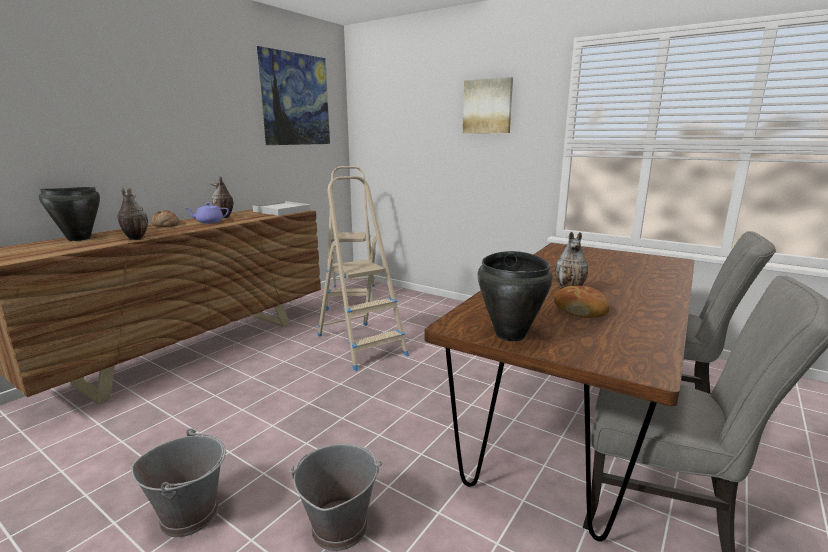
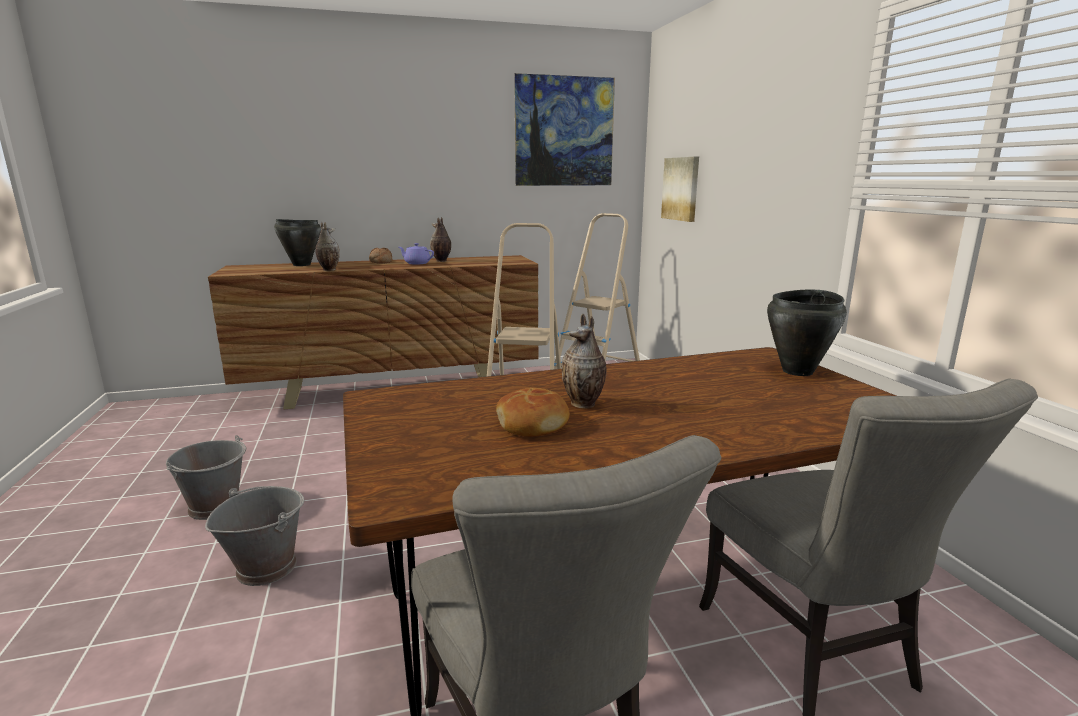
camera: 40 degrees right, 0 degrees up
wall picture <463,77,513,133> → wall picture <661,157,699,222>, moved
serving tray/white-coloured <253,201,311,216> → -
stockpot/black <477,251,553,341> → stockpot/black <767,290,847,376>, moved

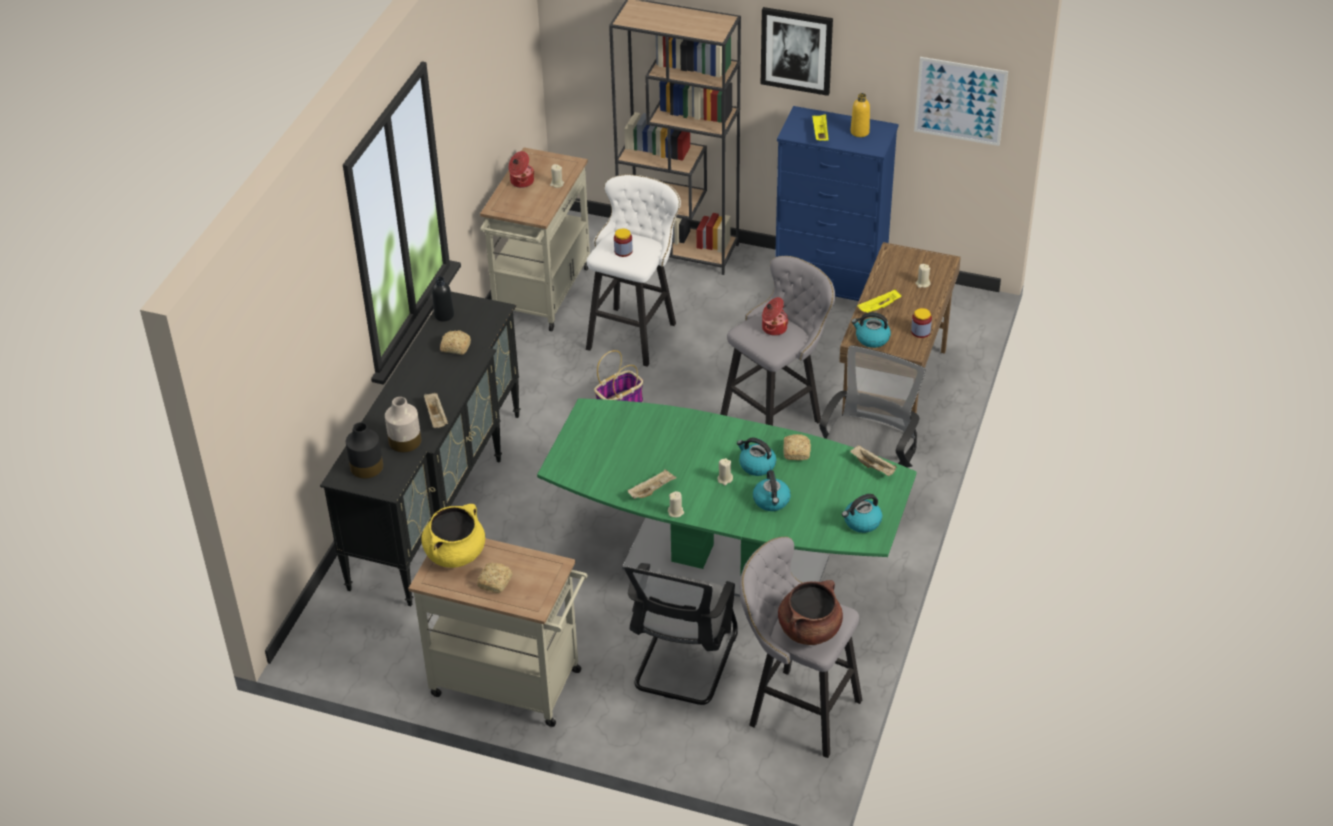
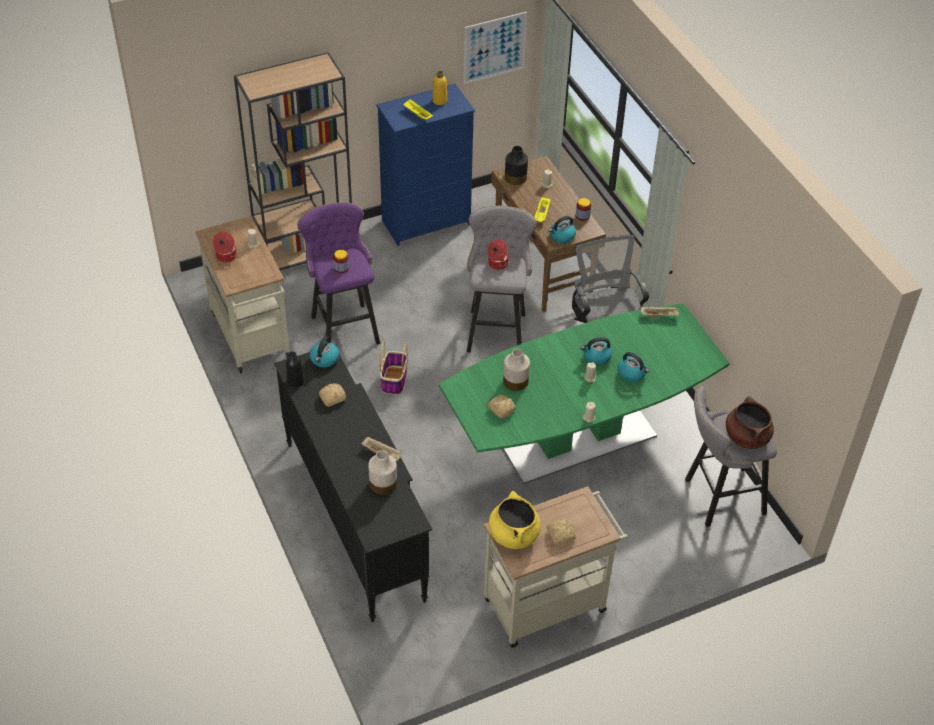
camera: 45 degrees left, 5 degrees up
wall picture <761,7,833,96> → -
sitting stool/white-coloured <586,174,681,367> → sitting stool/purple-coloured <297,202,380,345>
flower vase/black <346,422,383,479> → flower vase/black <505,146,528,185>, moved
baked bread <783,434,811,460> → baked bread <487,395,516,419>, moved
serving tray/sand-coloured <628,469,677,499> → -
water kettle <842,494,882,533> → water kettle <310,336,339,368>, moved
chair <624,563,738,705> → -
- → flower vase/sand-coloured <503,349,530,391>

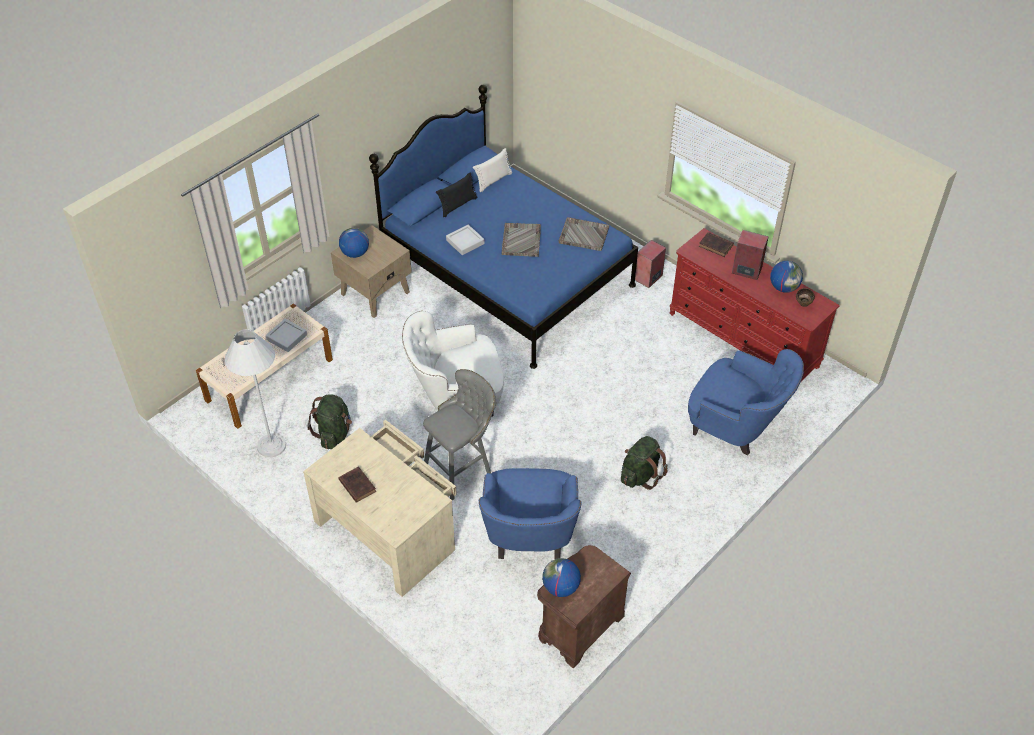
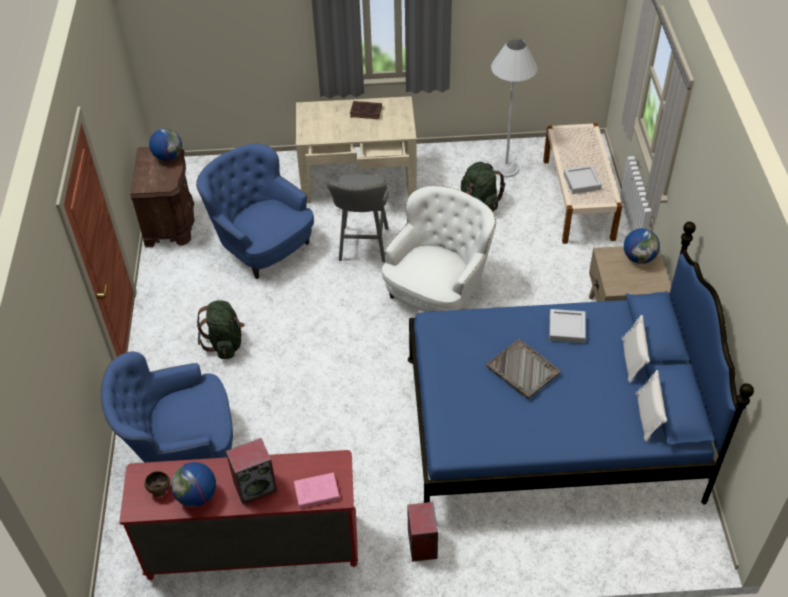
camera: 135 degrees right, 0 degrees up
pillow/black <436,172,477,217> → pillow/white-coloured <621,315,650,383>
serving tray/greyish <559,217,609,251> → -
book/brown <699,232,734,257> → book/pinkish <294,472,340,508>

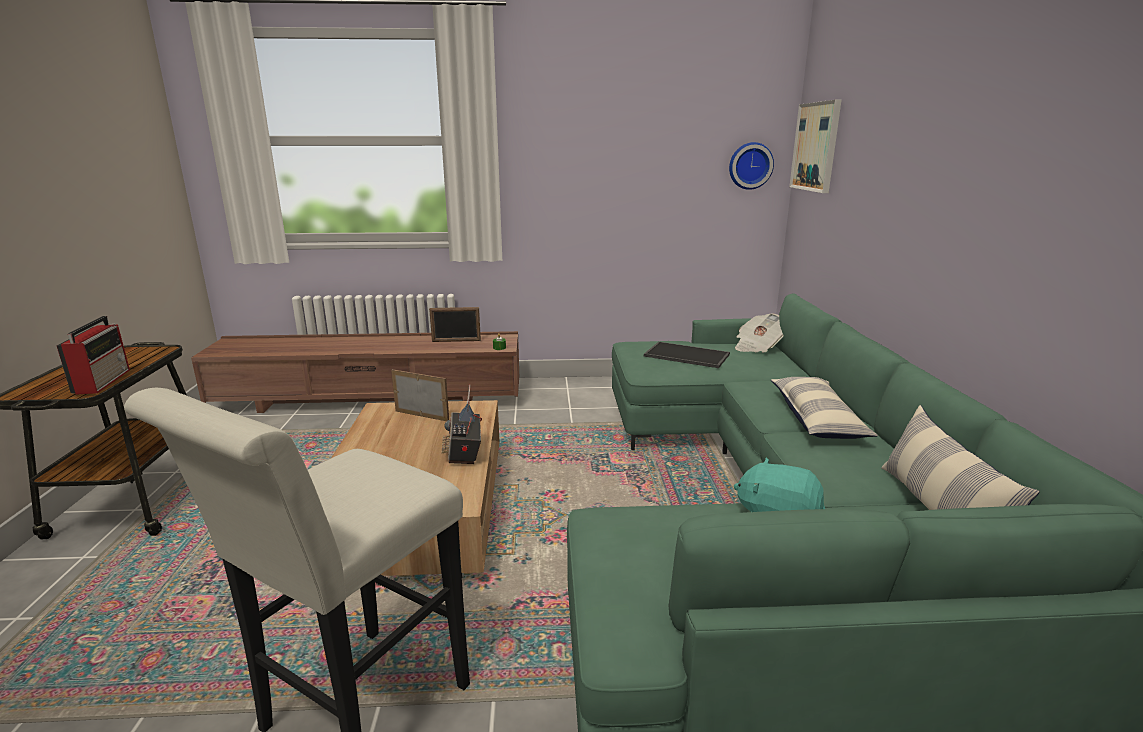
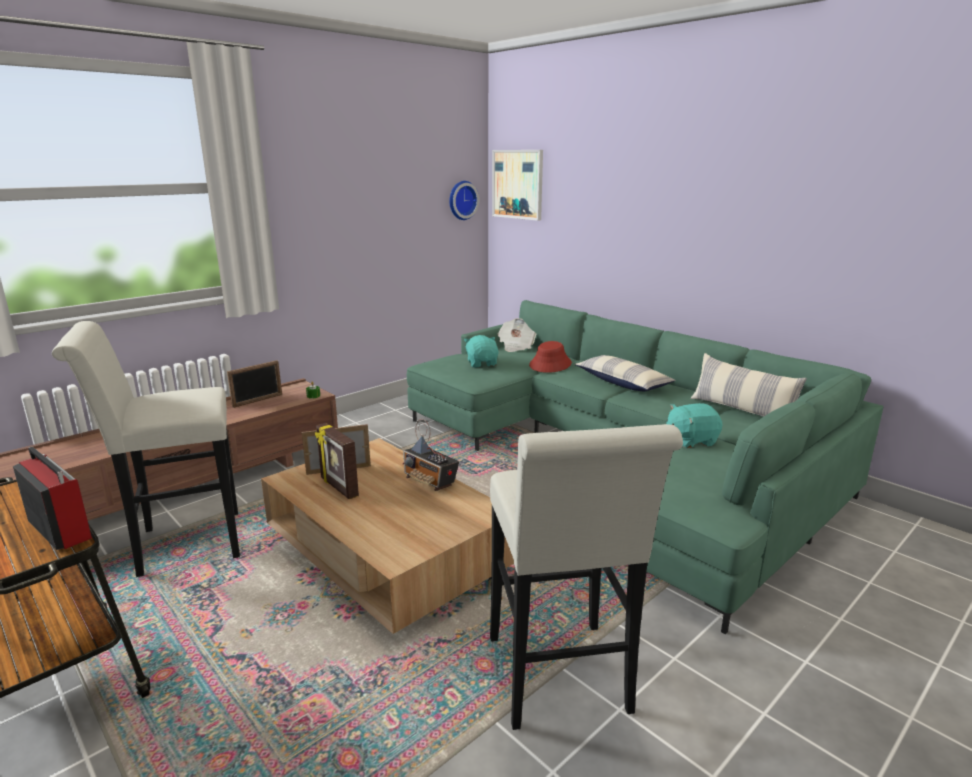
camera: 40 degrees left, 0 degrees up
serving tray <644,342,730,368> → plush toy/turquoise <464,335,499,367>
- → sitting stool/white-coloured <52,321,240,577>
- → wearable hat/reddish <529,341,572,373>
- → photo frame <315,423,359,499>

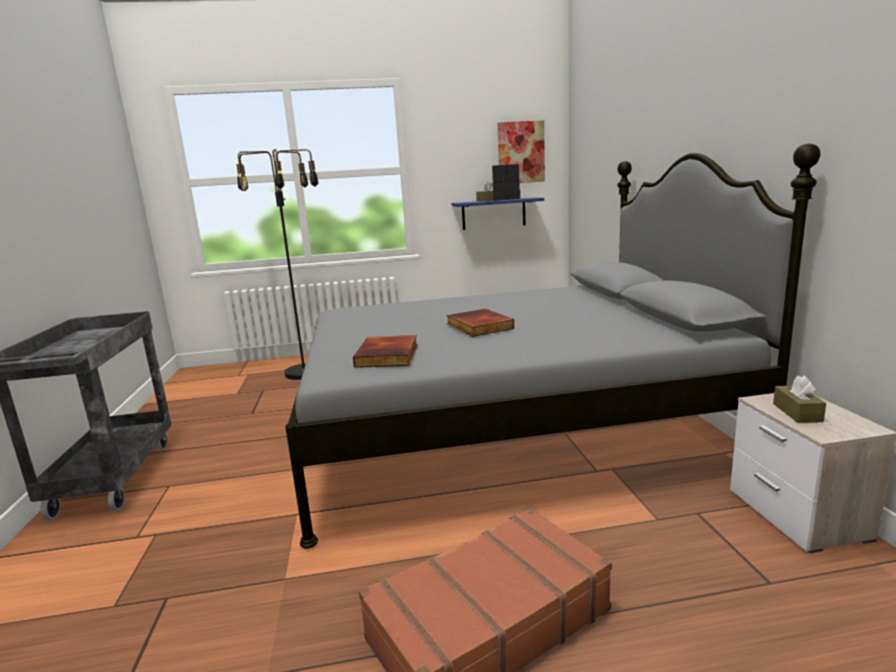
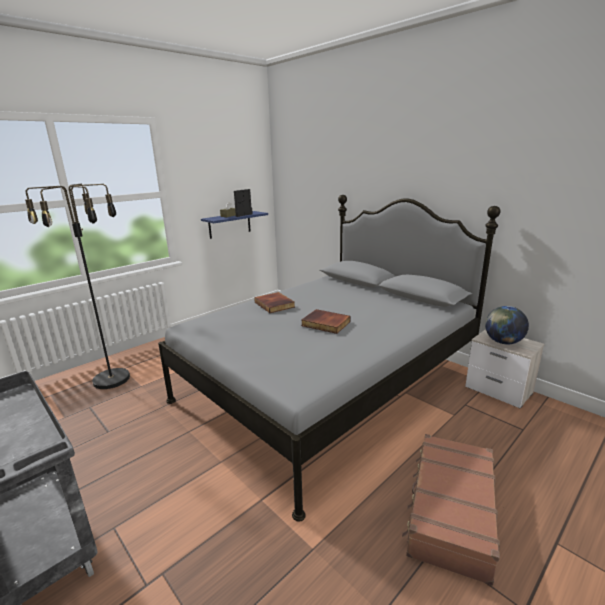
camera: 35 degrees left, 5 degrees up
wall picture <498,120,545,183> → -
book <353,335,418,368> → book <254,292,295,313>, moved
tissue box/brown <773,375,826,423> → world globe <485,306,529,344>

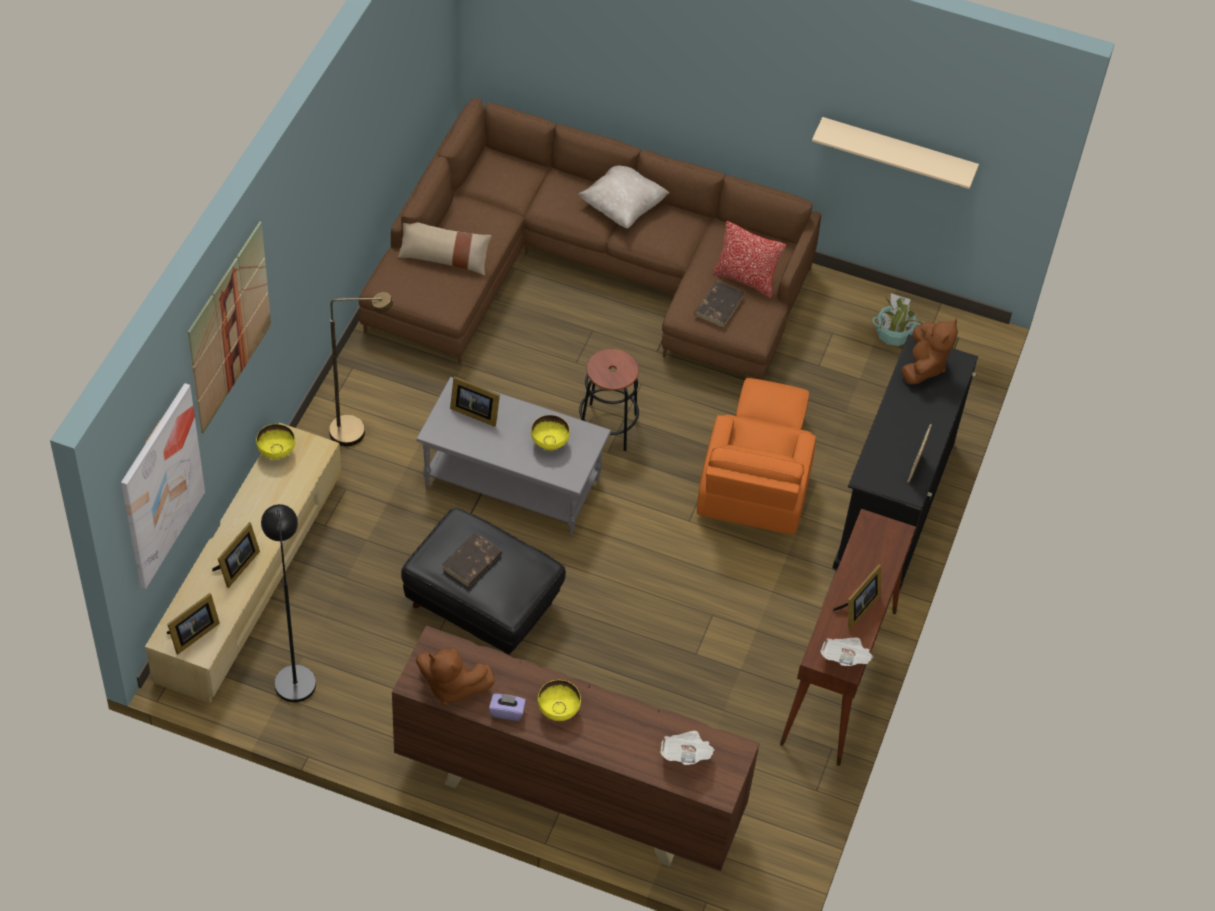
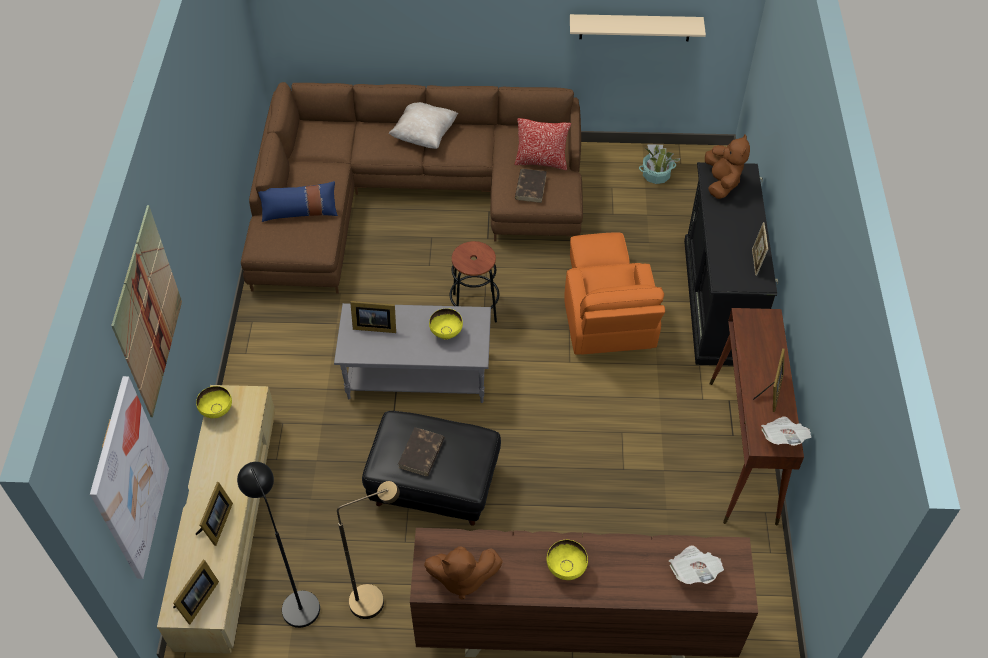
camera: 15 degrees left, 0 degrees up
pillow/sand-coloured <398,222,492,275> → pillow/blue <258,181,338,222>
floor lamp/brown <329,292,393,446> → floor lamp/brown <337,481,400,619>, moved
tissue box/purple-coloured <489,694,526,721> → -

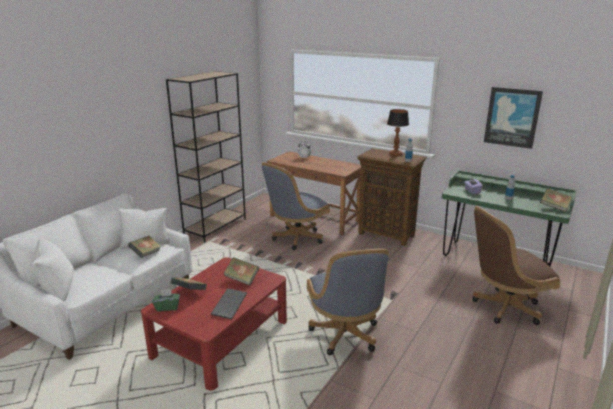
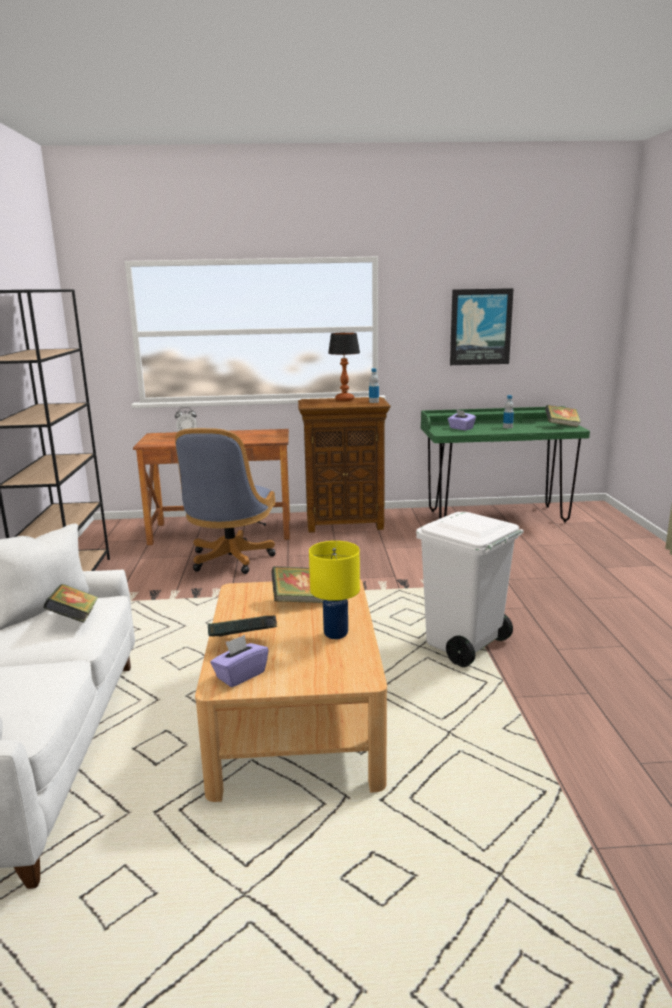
camera: 35 degrees left, 5 degrees down
desk chair/brown <472,206,560,325> → -
desk chair/blue <307,249,389,355> → waste bin/white-coloured <416,512,524,667>
coffee table/reddish <141,257,287,390> → coffee table/sand-coloured <195,579,387,802>
PC keyboard <211,288,247,319> → tabletop lamp/yellow <309,541,360,639>
tissue box/green-coloured <152,289,180,311> → tissue box/purple-coloured <210,635,269,687>

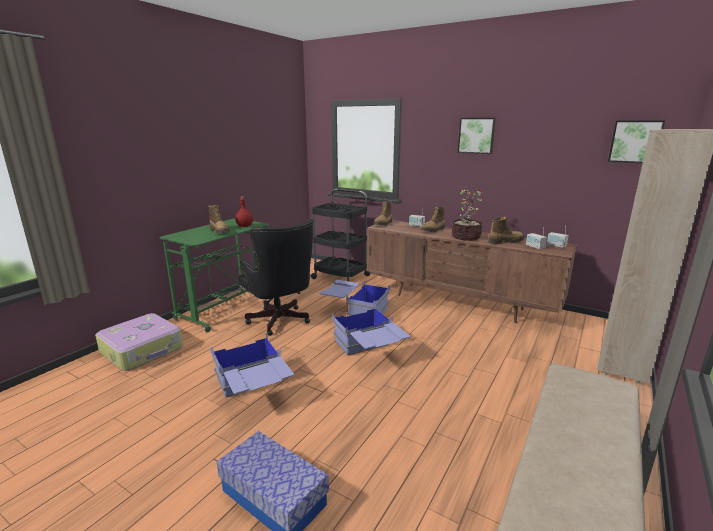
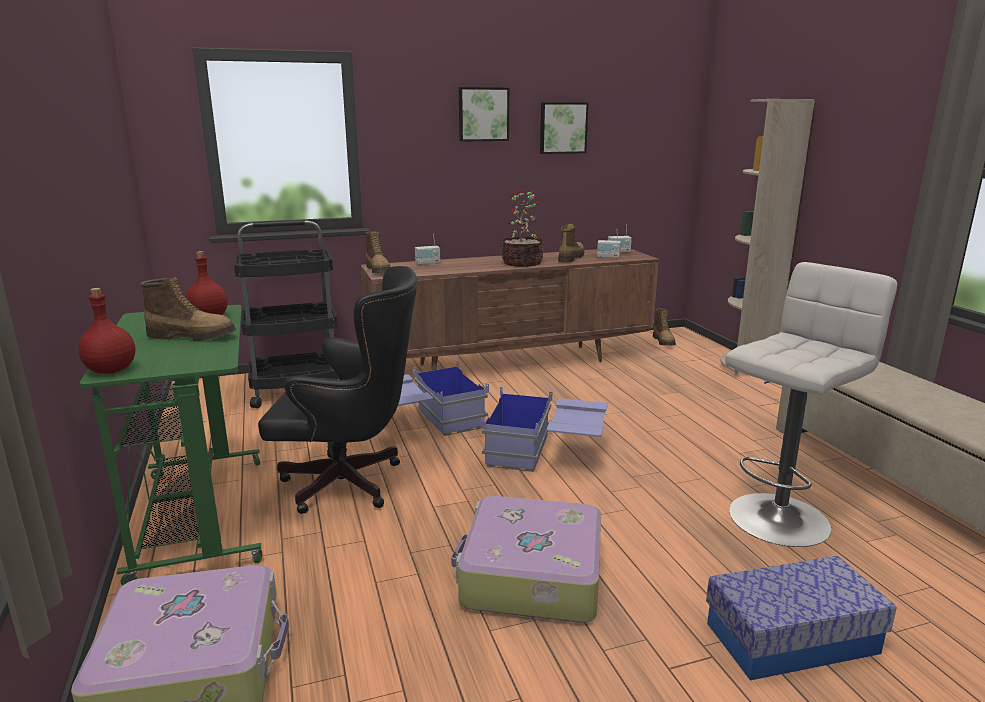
camera: 50 degrees left, 0 degrees up
wall picture <608,120,665,163> → wall picture <540,102,589,154>, moved
boot <420,207,445,232> → boot <653,309,676,346>, moved
storage container/blue <210,333,294,397> → piece of luggage <451,496,601,622>
- → sitting stool/white-coloured <725,262,897,547>
- → beverage bottle/reddish <78,288,135,374>

